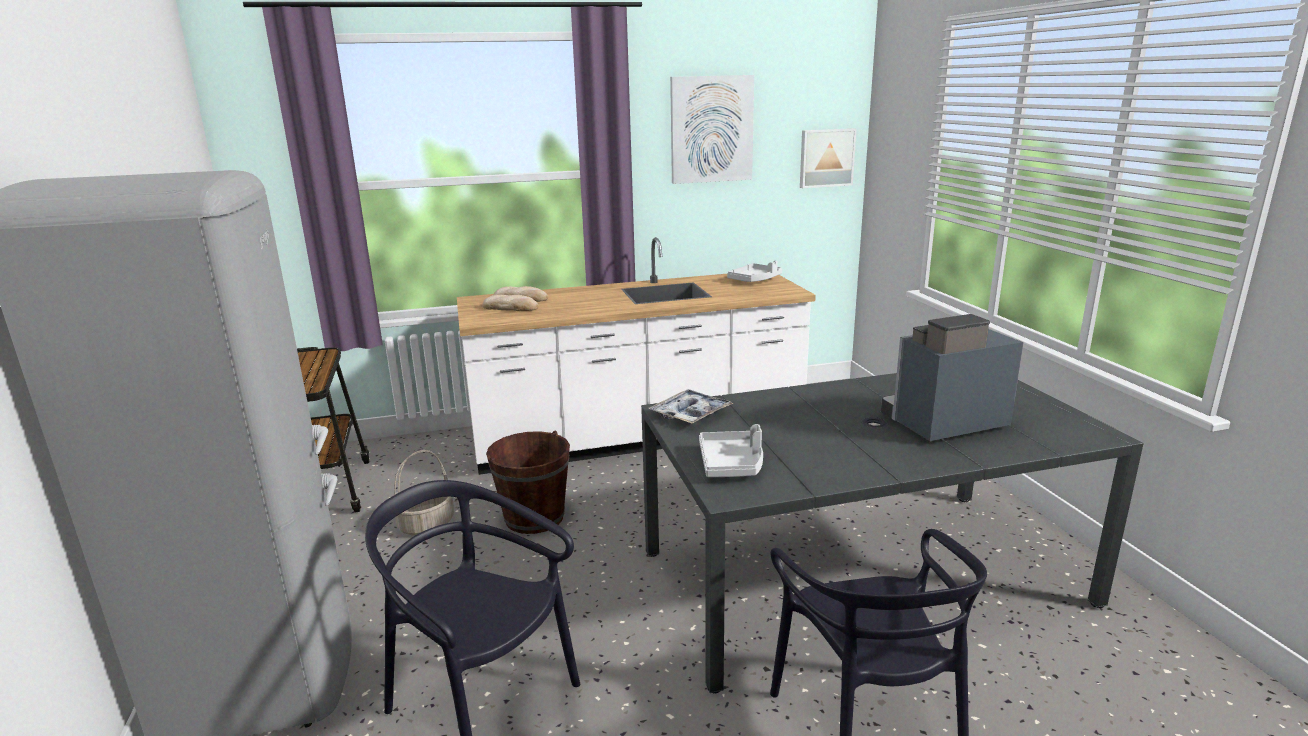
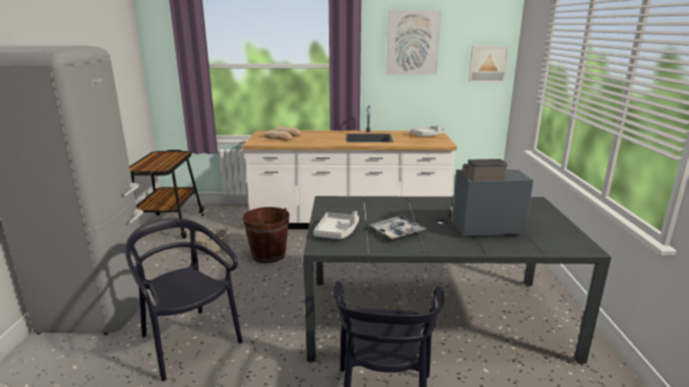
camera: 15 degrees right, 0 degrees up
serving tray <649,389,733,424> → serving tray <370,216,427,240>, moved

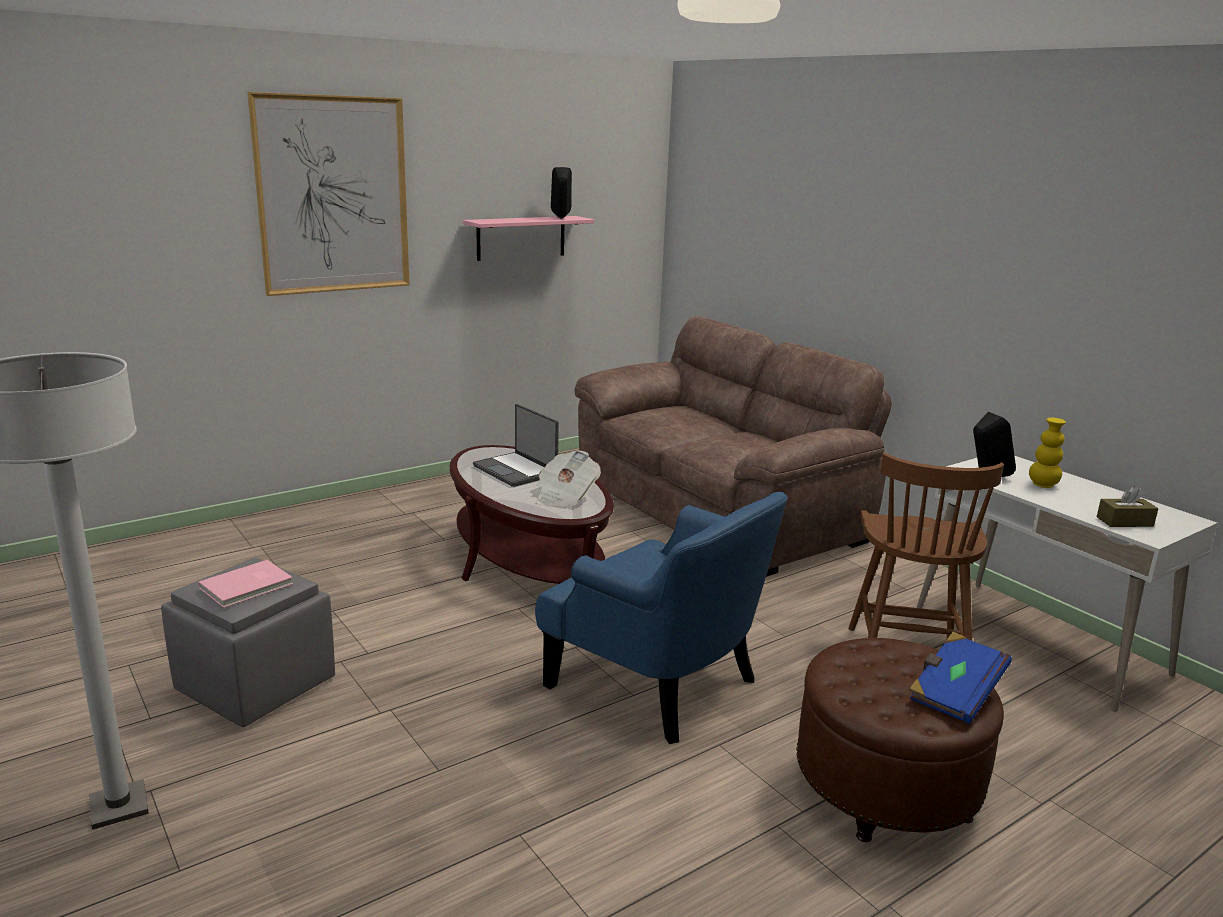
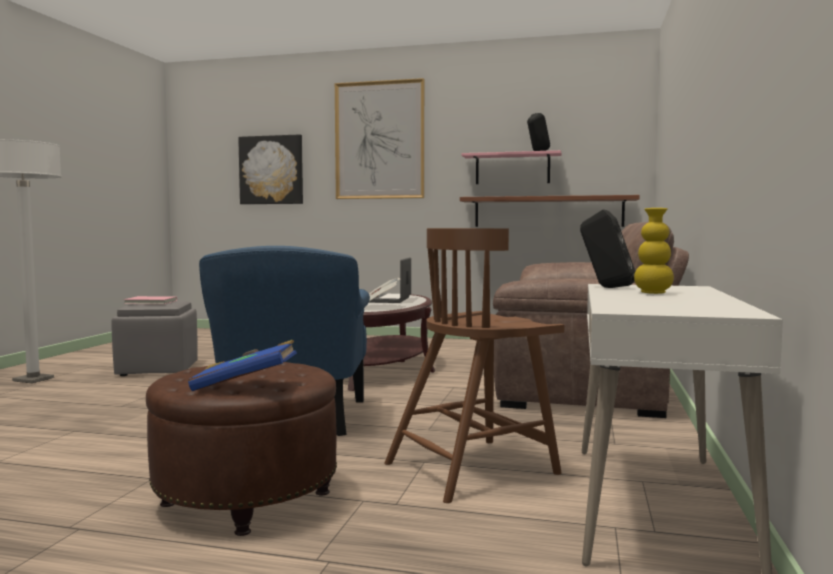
camera: 50 degrees right, 15 degrees down
tissue box/brown <1097,486,1158,527> → -
- → wall picture <238,134,303,204>
- → bracket shelf <460,195,640,227>

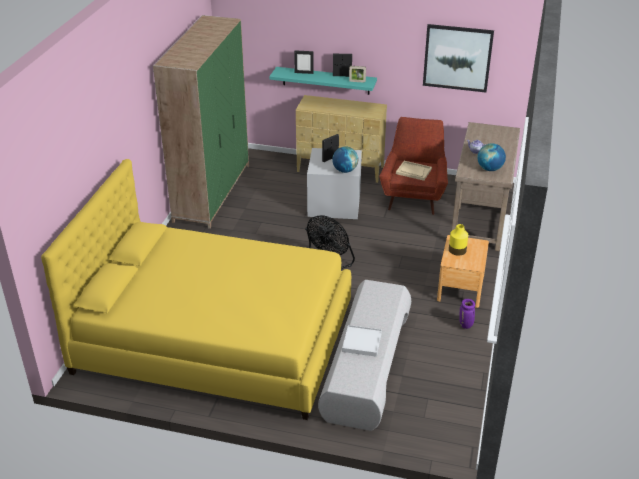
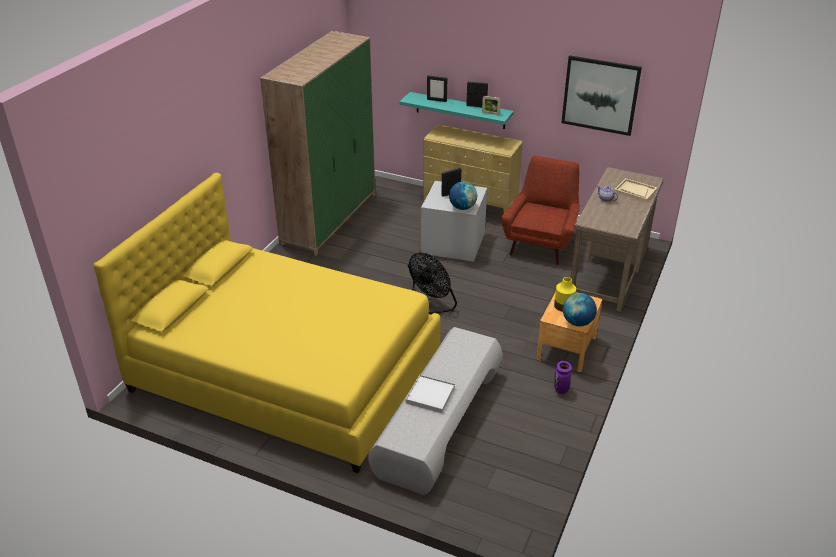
camera: 10 degrees right, 0 degrees up
world globe <477,143,506,171> → world globe <563,293,597,327>, moved
serving tray/sand-coloured <396,161,432,181> → serving tray/sand-coloured <614,178,657,202>, moved

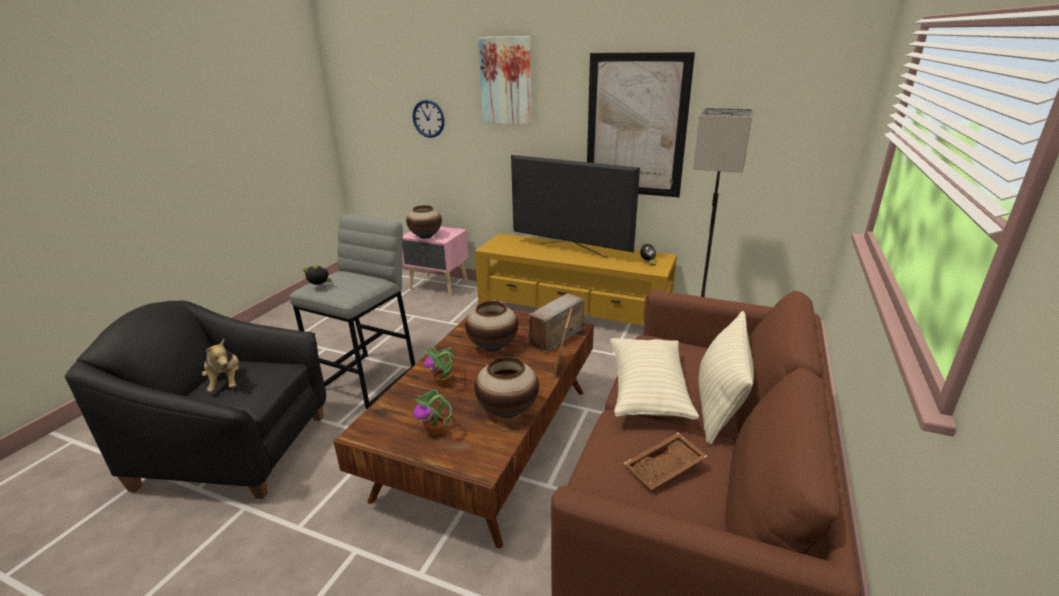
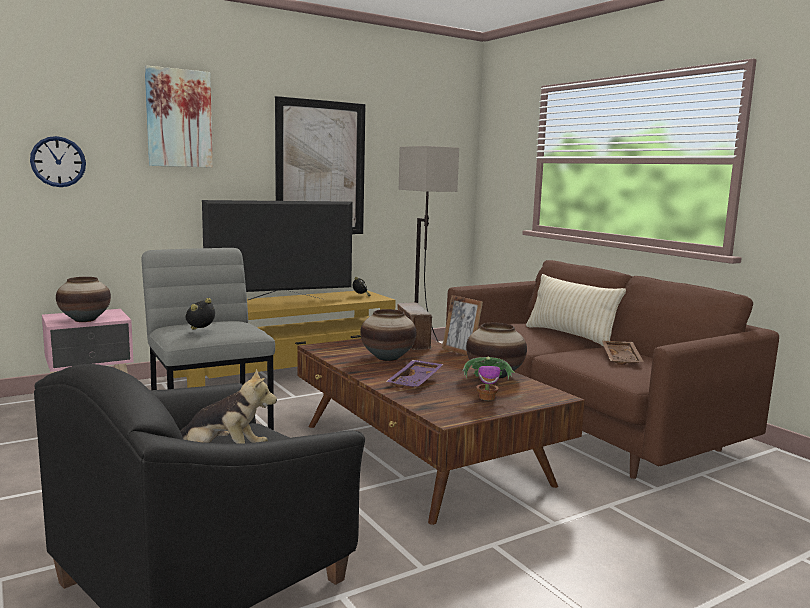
camera: 55 degrees left, 15 degrees down
pillow/sand-coloured <610,338,699,420> → -
potted plant <424,347,454,386> → serving tray/purple-coloured <386,360,443,388>

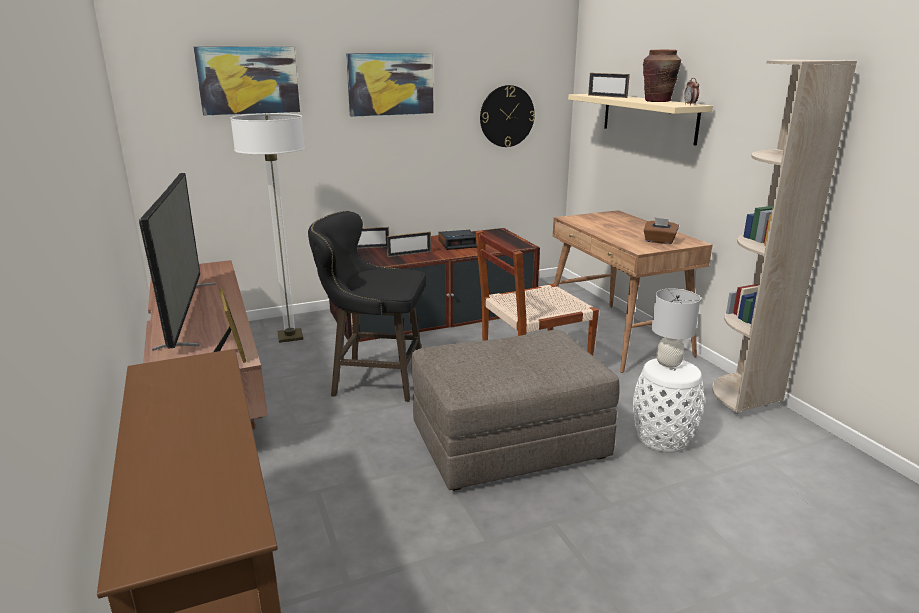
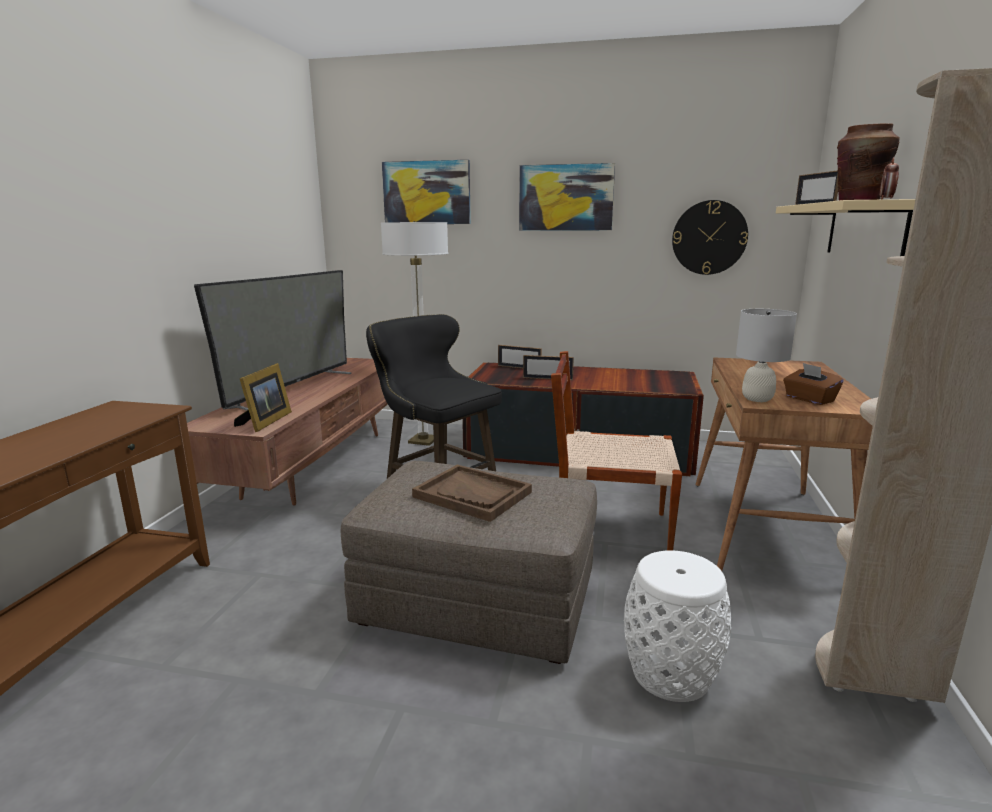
camera: 35 degrees right, 5 degrees down
bedside clock <438,230,477,250> → -
tabletop lamp/greyish <652,289,701,368> → tabletop lamp/greyish <736,309,797,402>, moved
- → serving tray/brown <412,465,532,522>

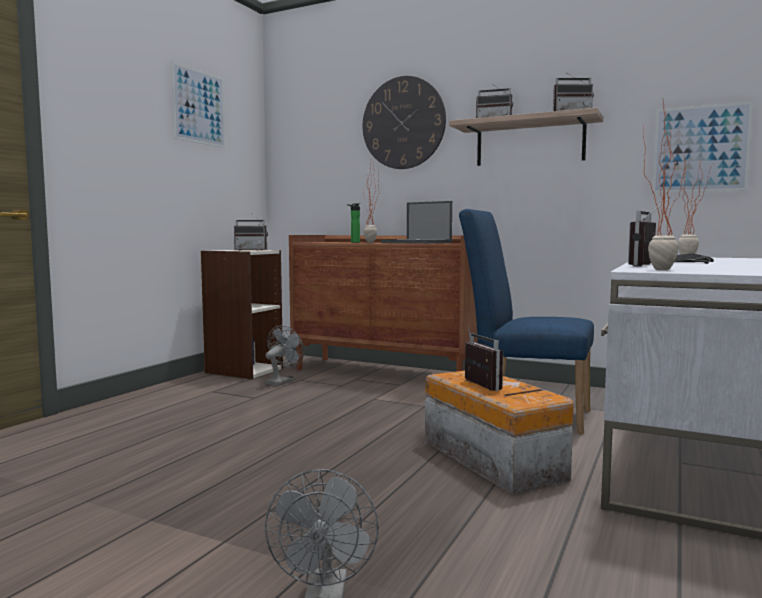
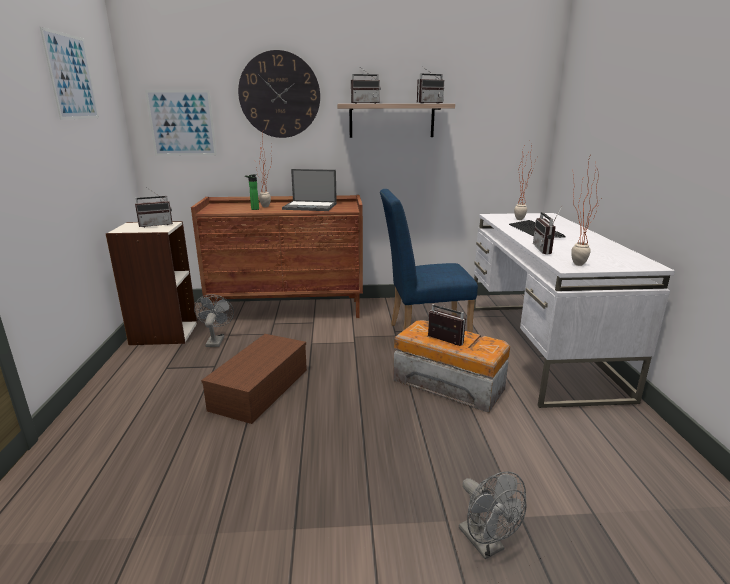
camera: 30 degrees left, 15 degrees up
wall picture <652,101,753,193> → wall picture <145,90,217,156>, moved
- → storage container/brown <201,334,307,424>

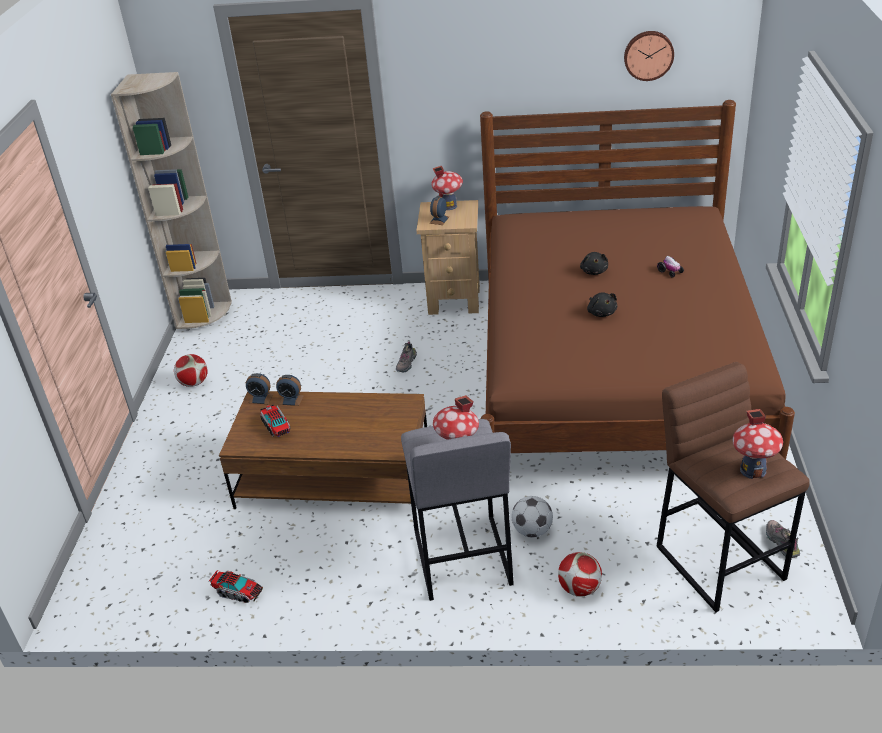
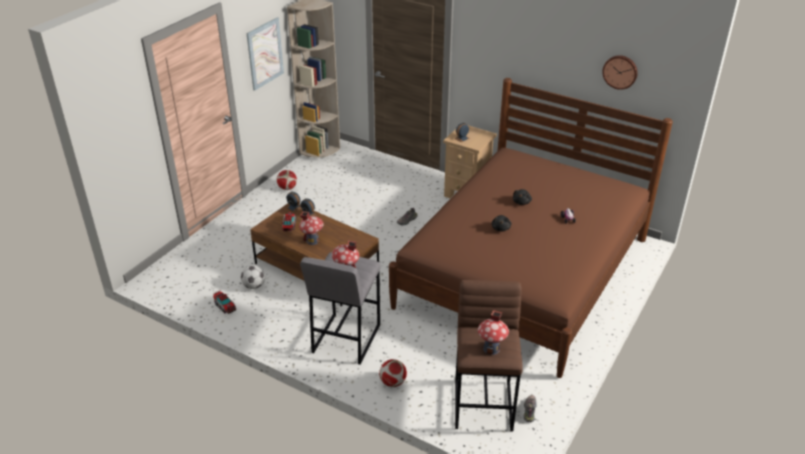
camera: 25 degrees right, 0 degrees up
toy house <431,166,463,210> → toy house <299,211,324,245>, moved
ball for football <512,496,553,538> → ball for football <241,265,265,289>, moved
- → wall picture <246,17,284,91>

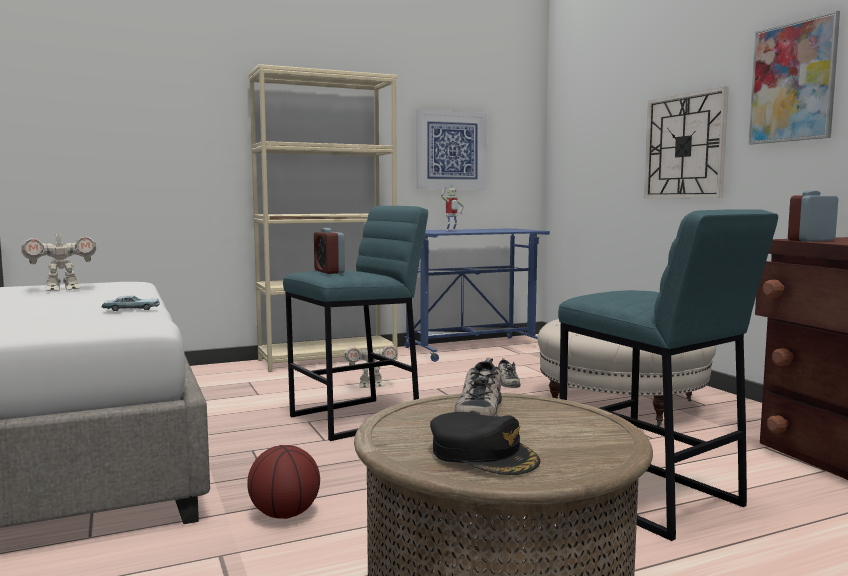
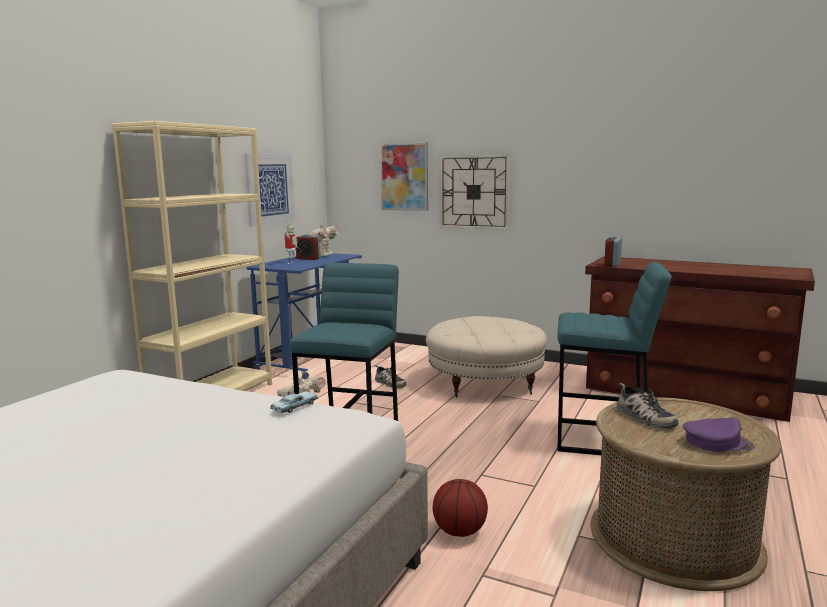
camera: 40 degrees left, 5 degrees up
wall picture <749,11,840,144> → wall picture <380,142,428,211>, moved
bedside clock <314,228,345,274> → bedside clock <296,234,320,260>, moved
toy robot <21,230,96,291> → toy robot <309,222,339,256>, moved
cap/black <430,412,541,475> → cap/purple-coloured <683,418,754,452>

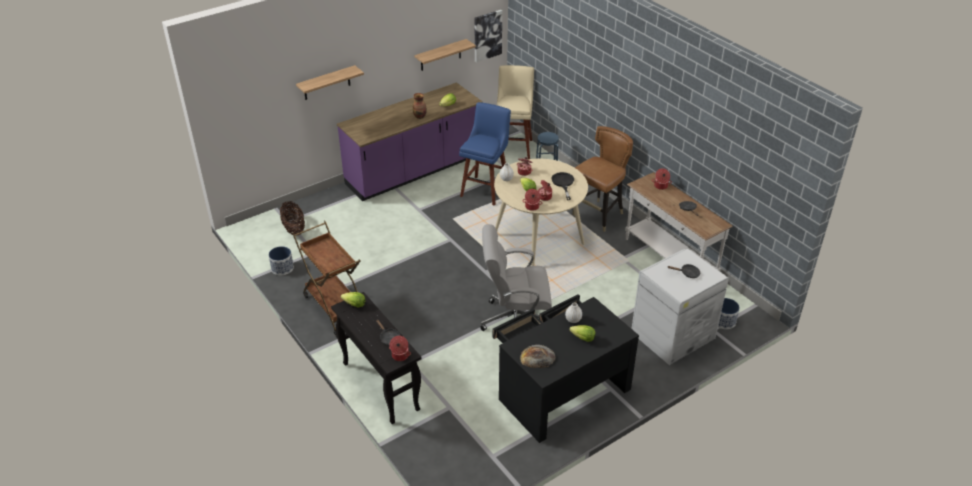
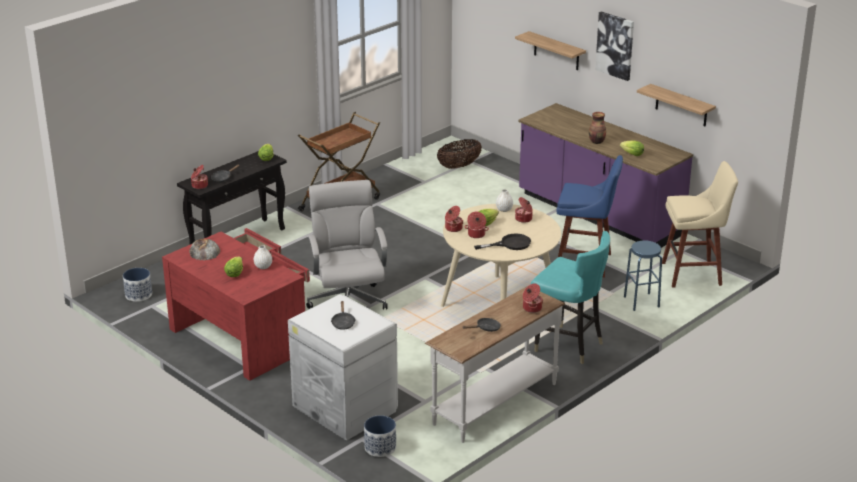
camera: 80 degrees right, 10 degrees down
wall picture <474,10,502,62> → wall picture <595,12,634,81>, moved
chair/brown <572,126,633,232> → chair/turquoise <531,231,610,364>
flower pot <269,246,294,275> → flower pot <123,268,152,302>, moved
desk table/black <493,294,639,443> → desk table/reddish <162,228,310,381>

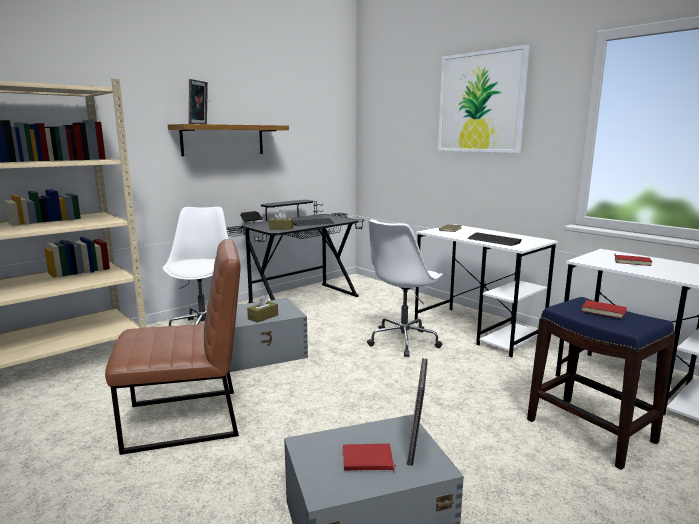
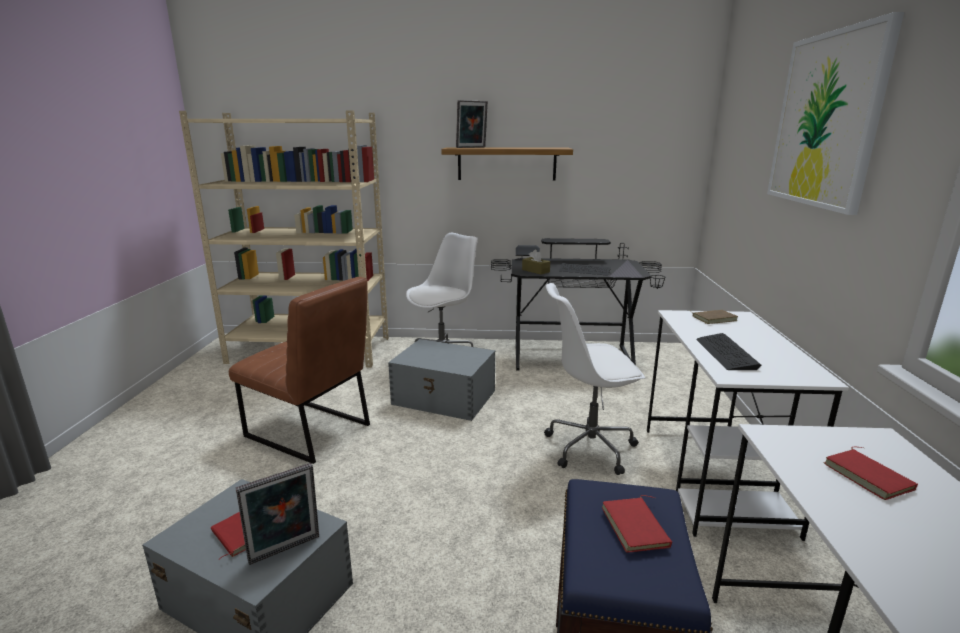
camera: 45 degrees right, 5 degrees up
tissue box/brown <247,295,278,323> → -

